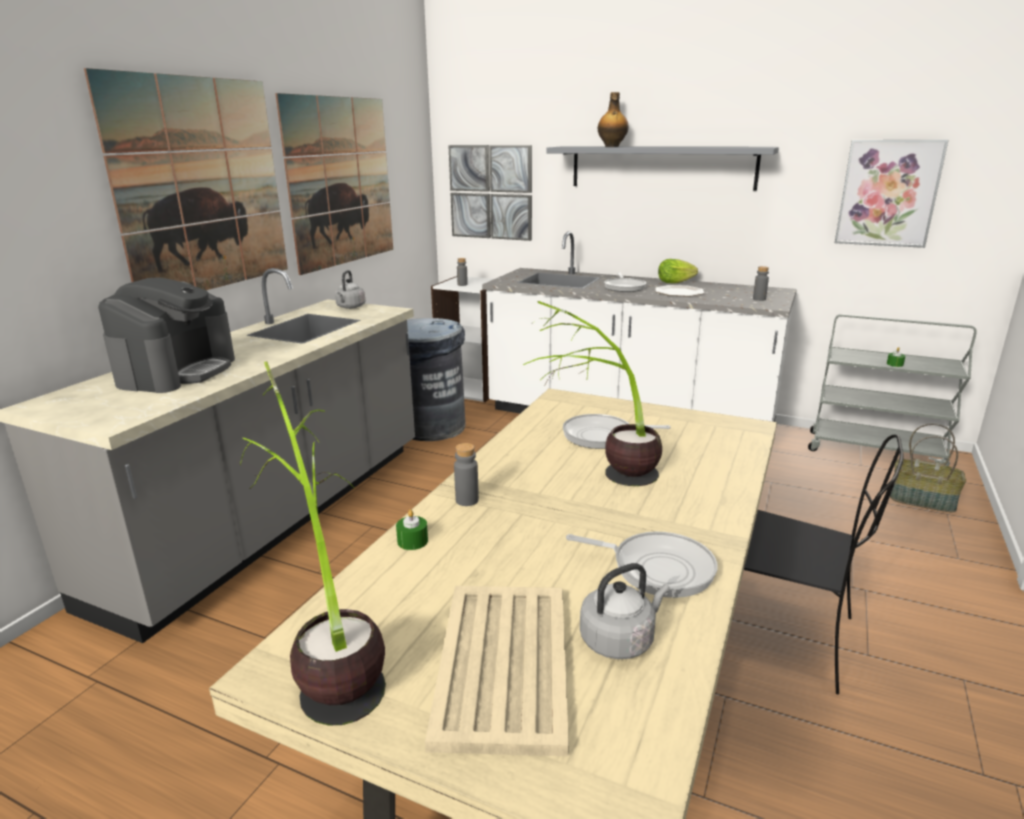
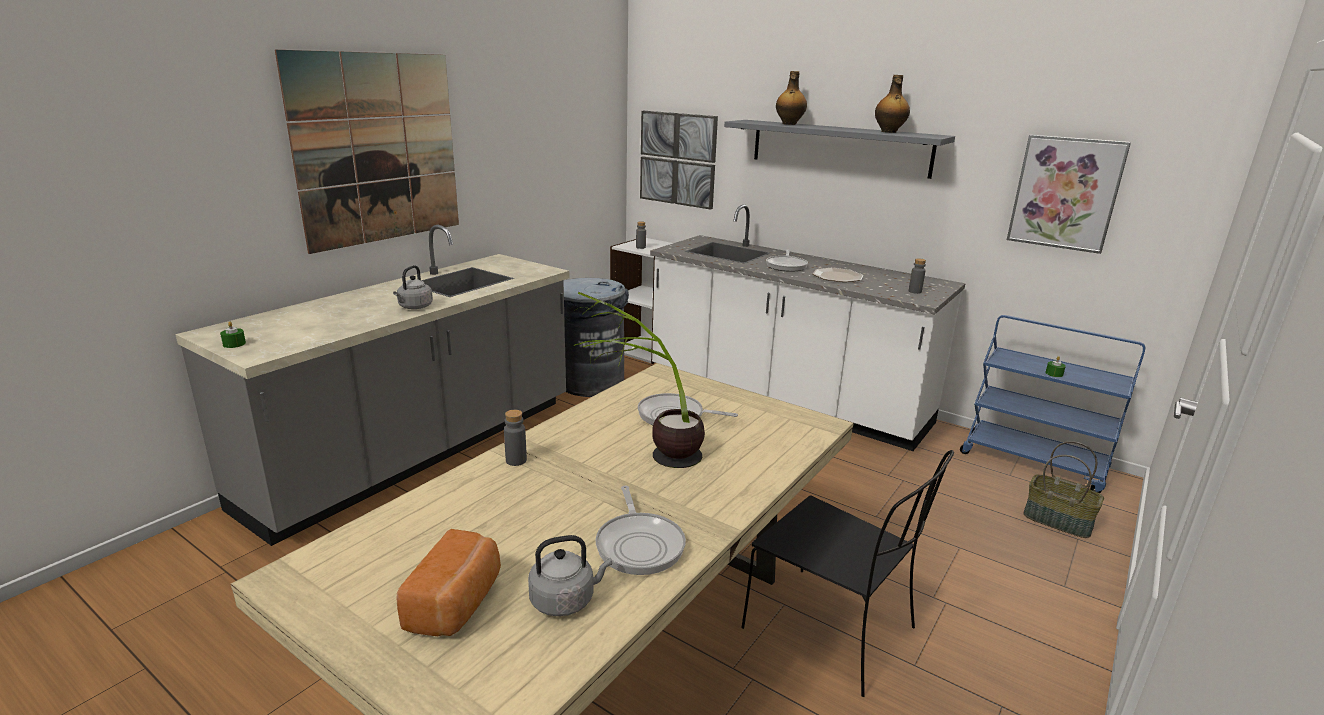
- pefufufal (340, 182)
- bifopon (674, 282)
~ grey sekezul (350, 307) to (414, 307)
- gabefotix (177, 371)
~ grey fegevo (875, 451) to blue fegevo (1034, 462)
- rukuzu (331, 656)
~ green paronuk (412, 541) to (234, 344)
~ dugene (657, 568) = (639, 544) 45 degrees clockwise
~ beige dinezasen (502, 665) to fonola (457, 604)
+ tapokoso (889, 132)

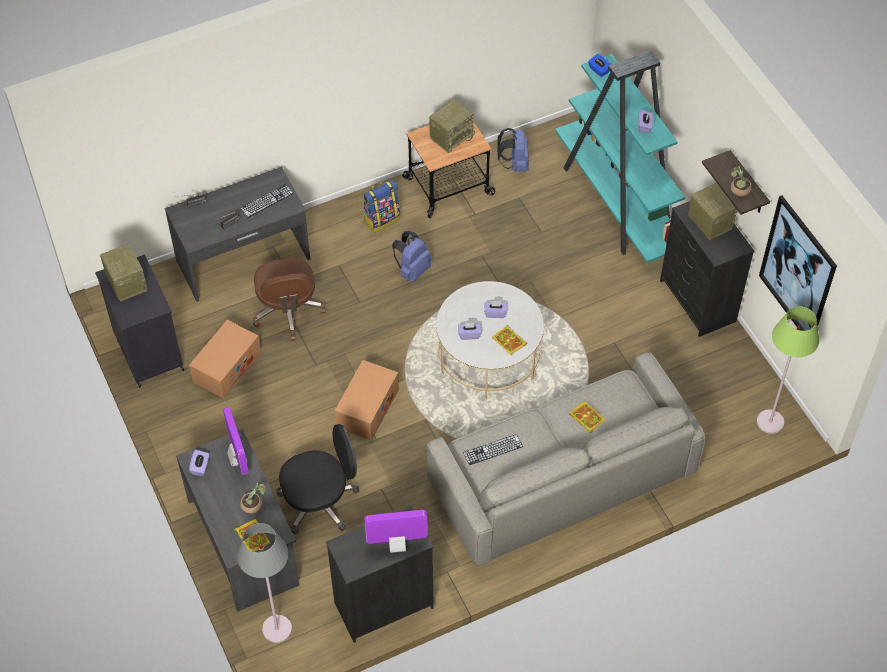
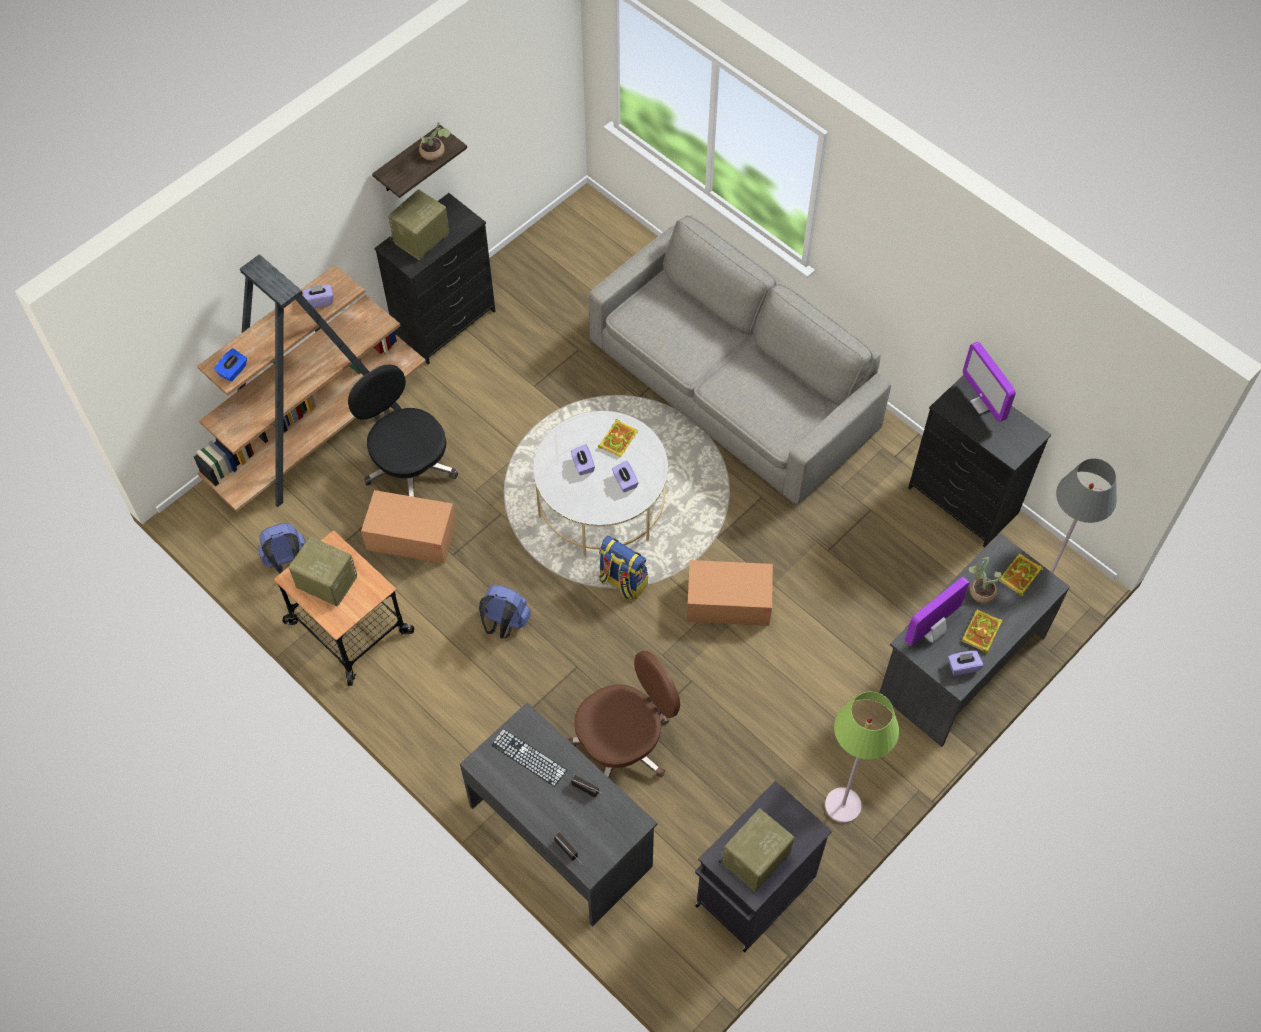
~ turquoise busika (618, 203) to brown busika (319, 434)
~ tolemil (381, 219) to (622, 582)
- pefufufal (797, 270)
~ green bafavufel (770, 422) to (842, 806)
~ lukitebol (227, 367) to (411, 536)
~ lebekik (586, 417) to (981, 633)
~ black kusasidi (320, 502) to (409, 466)
- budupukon (493, 449)

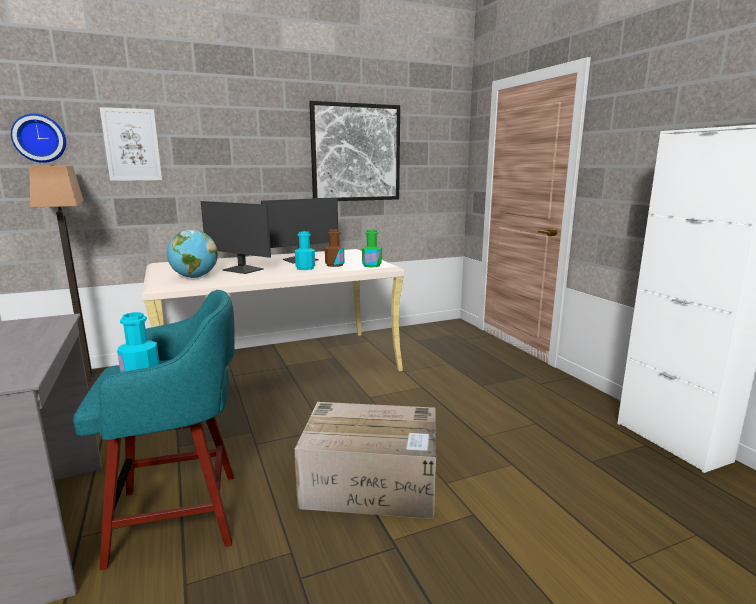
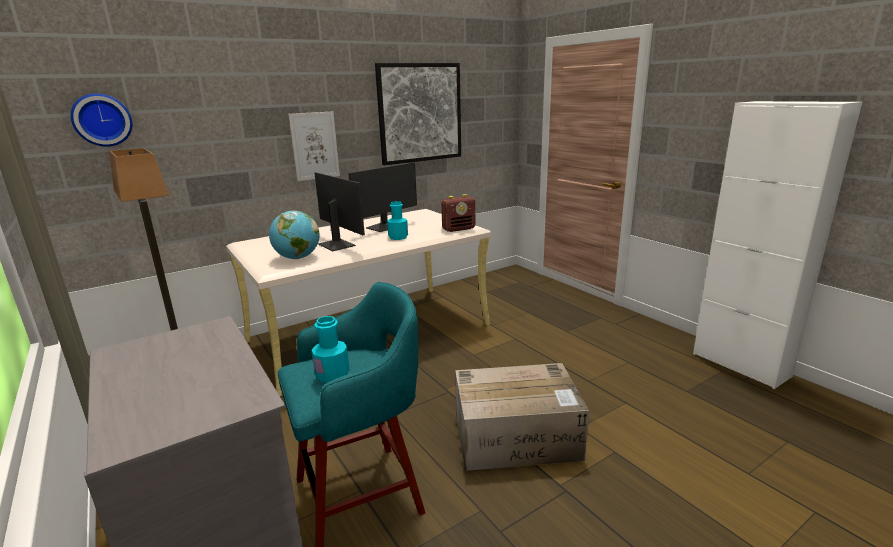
~ pefufufal (132, 145) to (314, 146)
~ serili (242, 270) = (337, 244) 150 degrees counterclockwise
- brown tapokoso (334, 265)
~ green tapokoso (371, 265) to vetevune (459, 229)

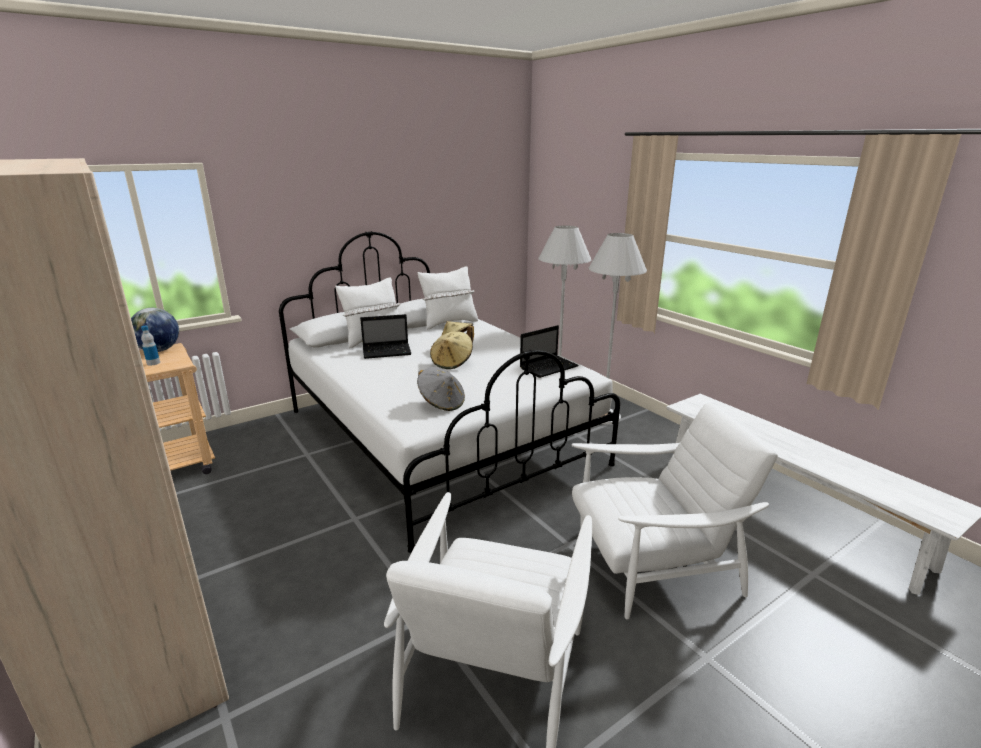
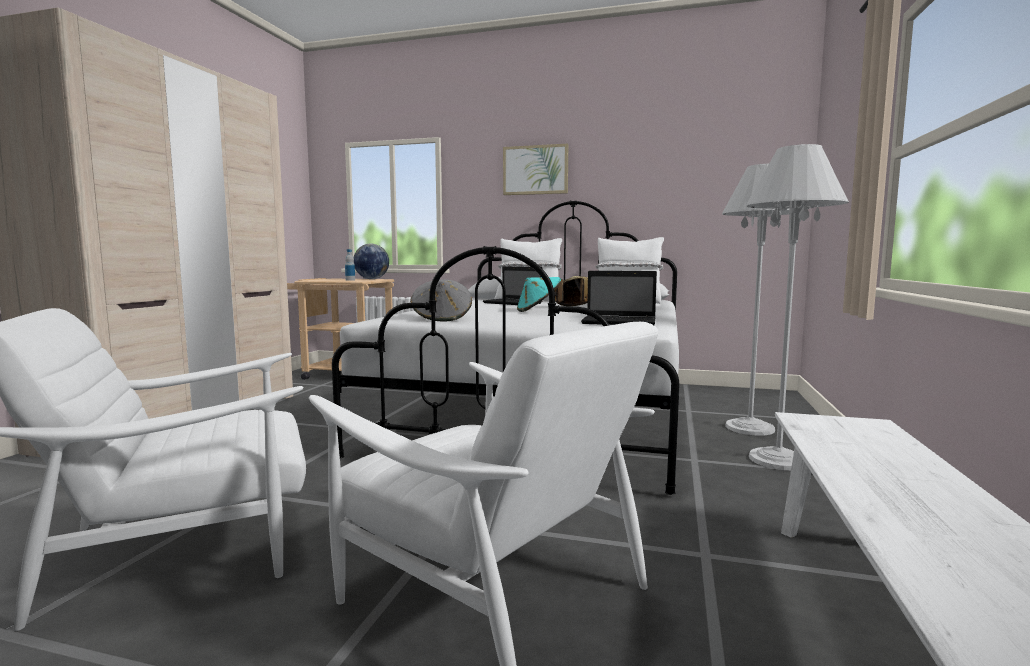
~ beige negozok (452, 362) to turquoise negozok (539, 311)
+ pefufufal (535, 170)

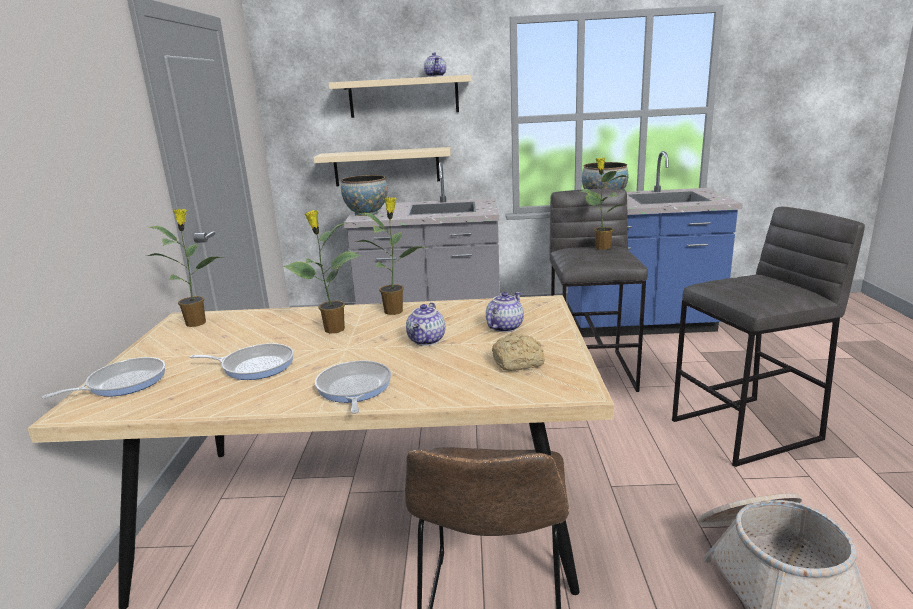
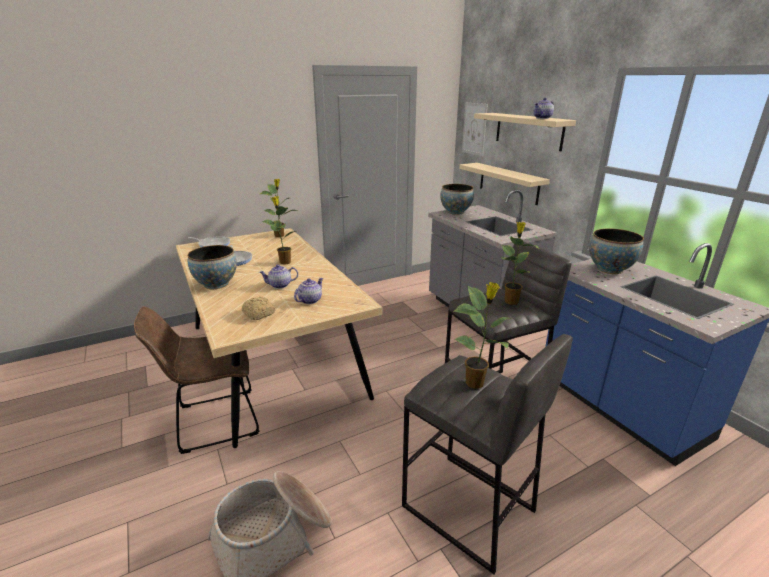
~ rukuzu (395, 311) to (476, 383)
~ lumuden (504, 327) = (309, 300) 60 degrees counterclockwise
~ dugene (353, 389) to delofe (216, 284)
+ pefufufal (474, 129)

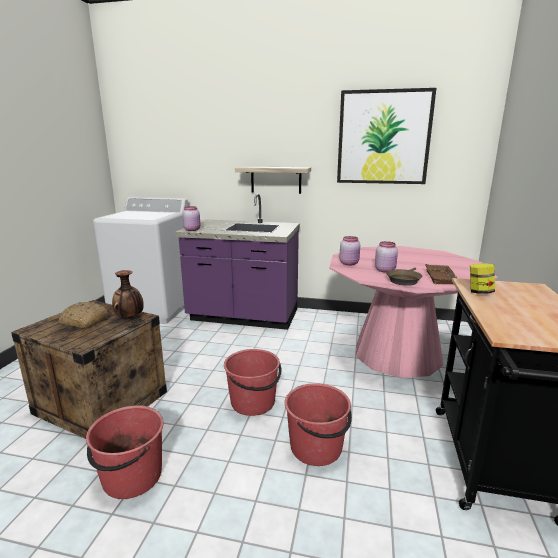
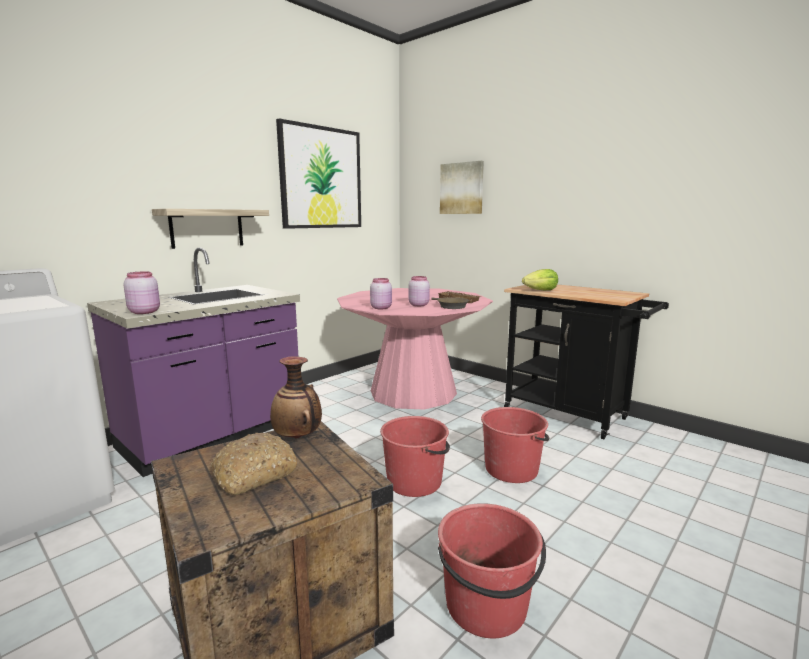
~ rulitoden (479, 292) to bifopon (540, 290)
+ pefufufal (462, 188)

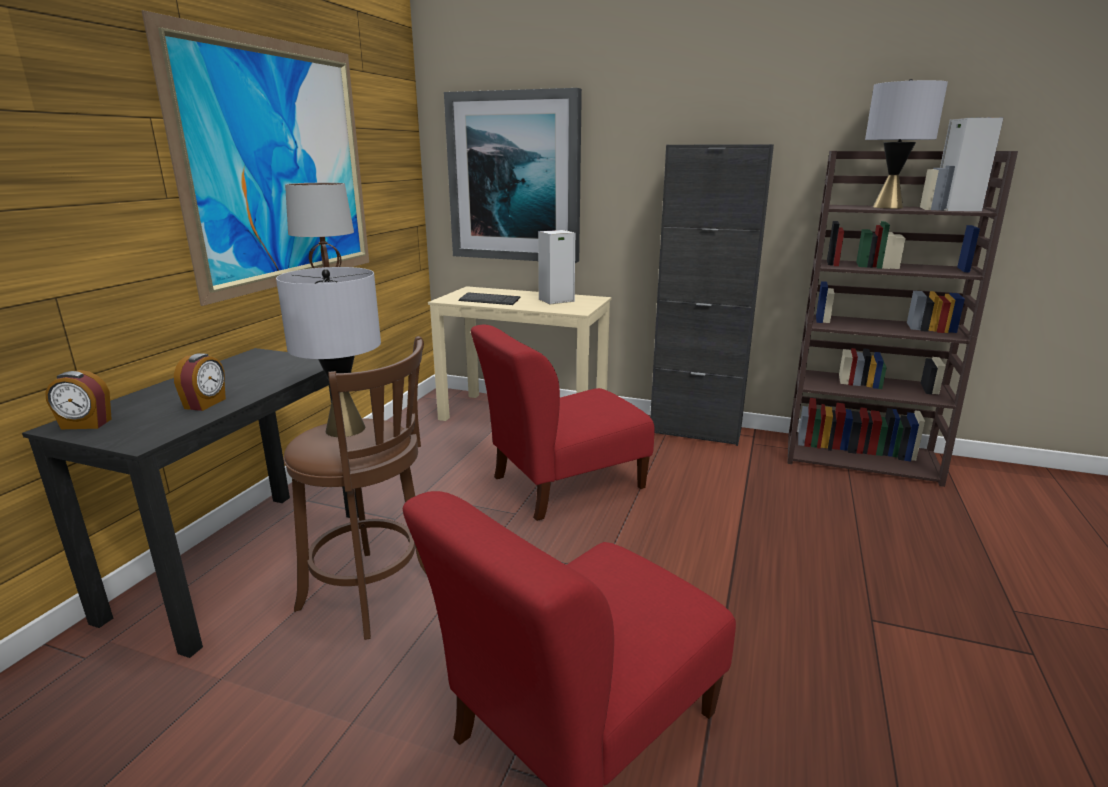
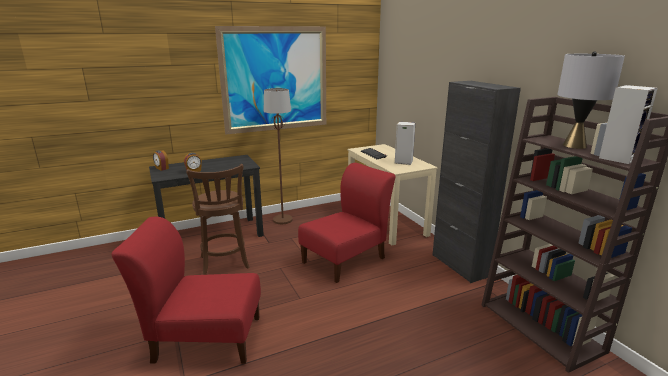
- pefufufal (515, 178)
- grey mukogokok (346, 429)
~ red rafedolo (562, 485) = (346, 259) 120 degrees clockwise

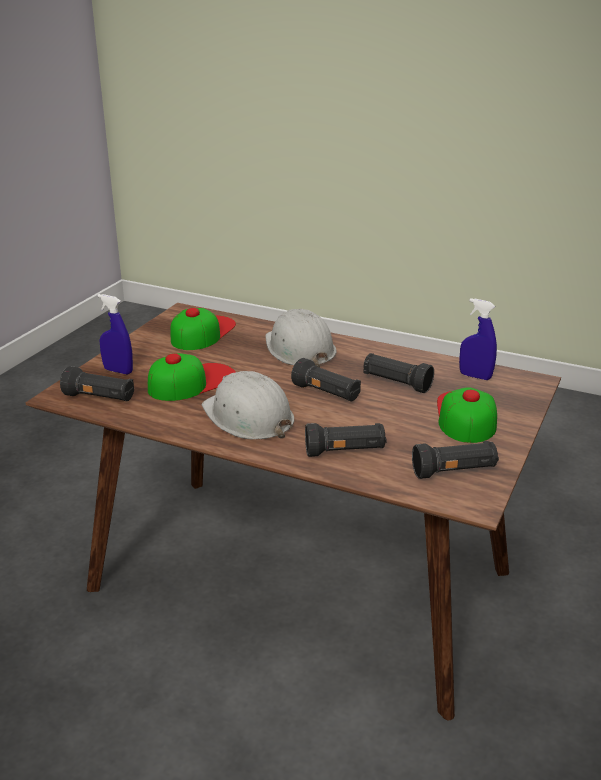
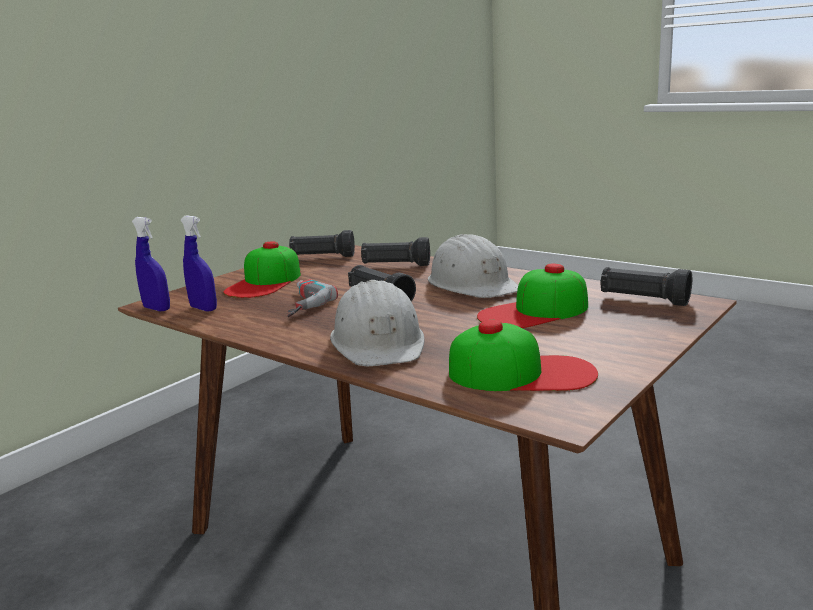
~ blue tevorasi (118, 371) to (157, 309)
~ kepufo (202, 332) = (522, 373) 120 degrees counterclockwise
~ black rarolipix (396, 383) to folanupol (296, 305)

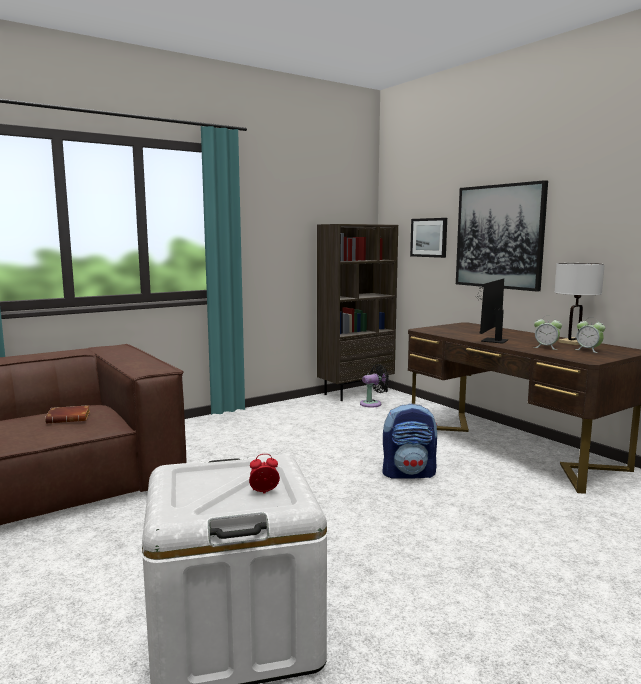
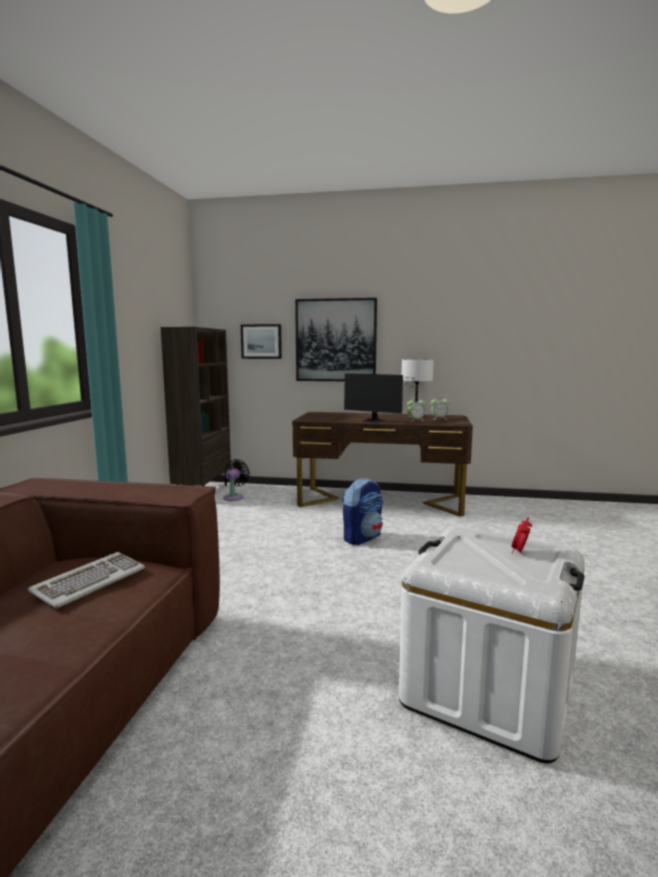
~ serili (492, 341) = (375, 421) 45 degrees counterclockwise
~ brown lebekik (70, 418) to budupukon (90, 582)

